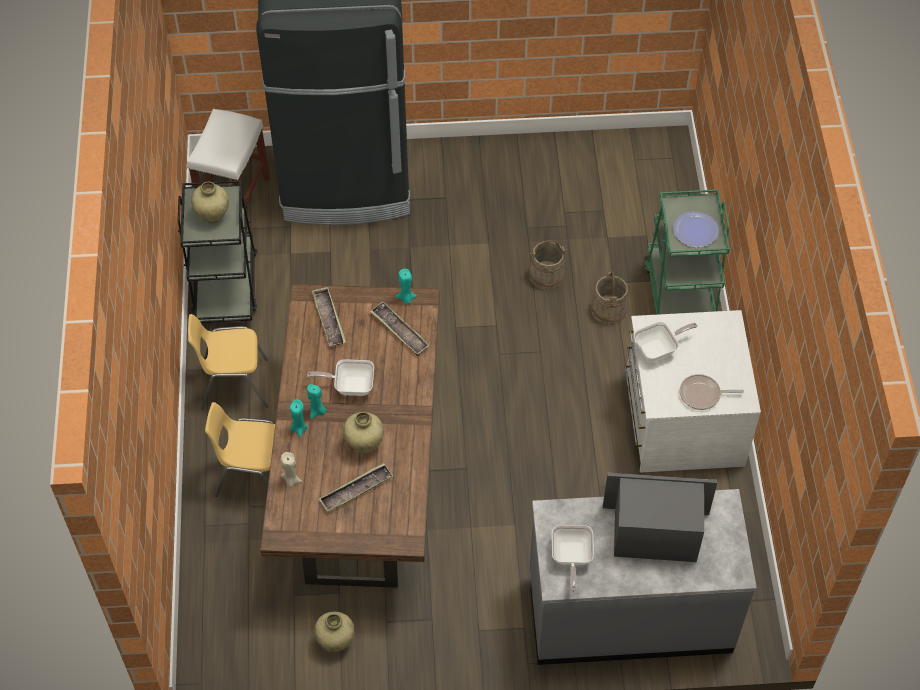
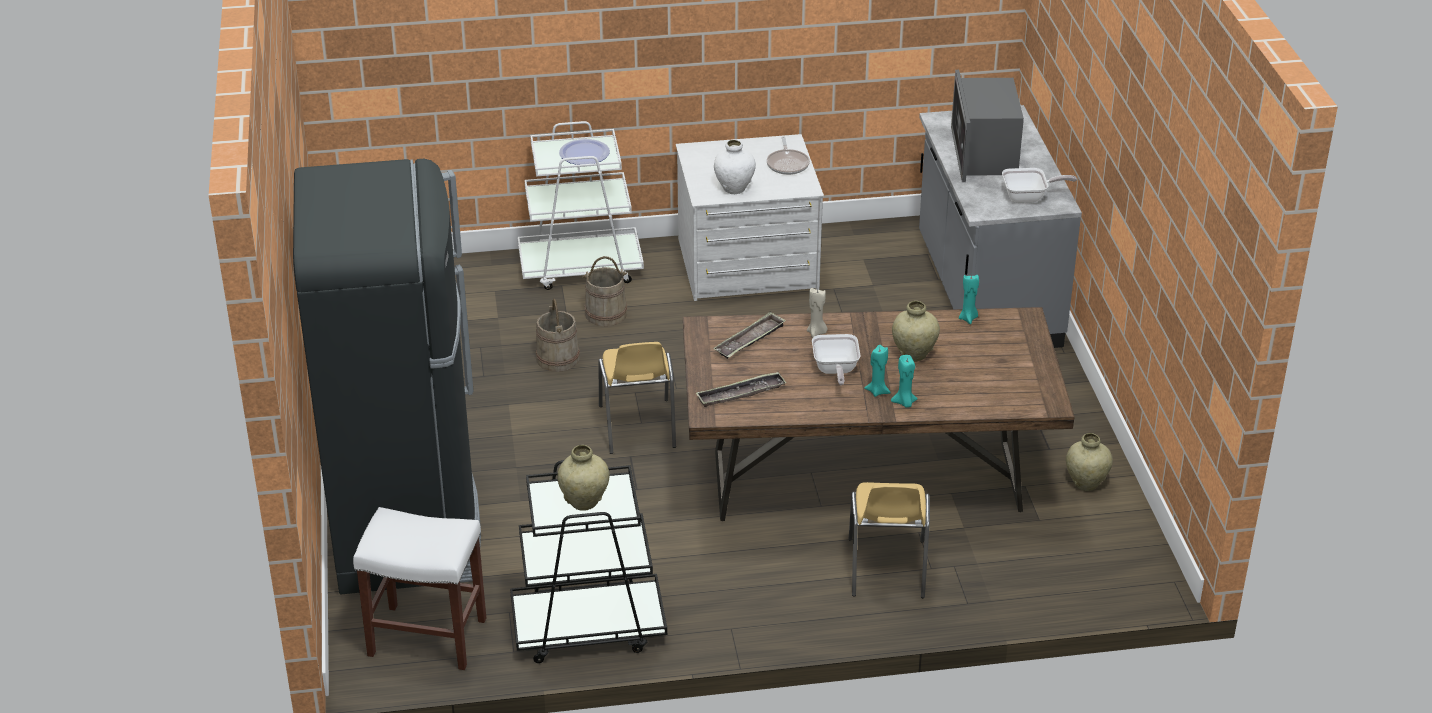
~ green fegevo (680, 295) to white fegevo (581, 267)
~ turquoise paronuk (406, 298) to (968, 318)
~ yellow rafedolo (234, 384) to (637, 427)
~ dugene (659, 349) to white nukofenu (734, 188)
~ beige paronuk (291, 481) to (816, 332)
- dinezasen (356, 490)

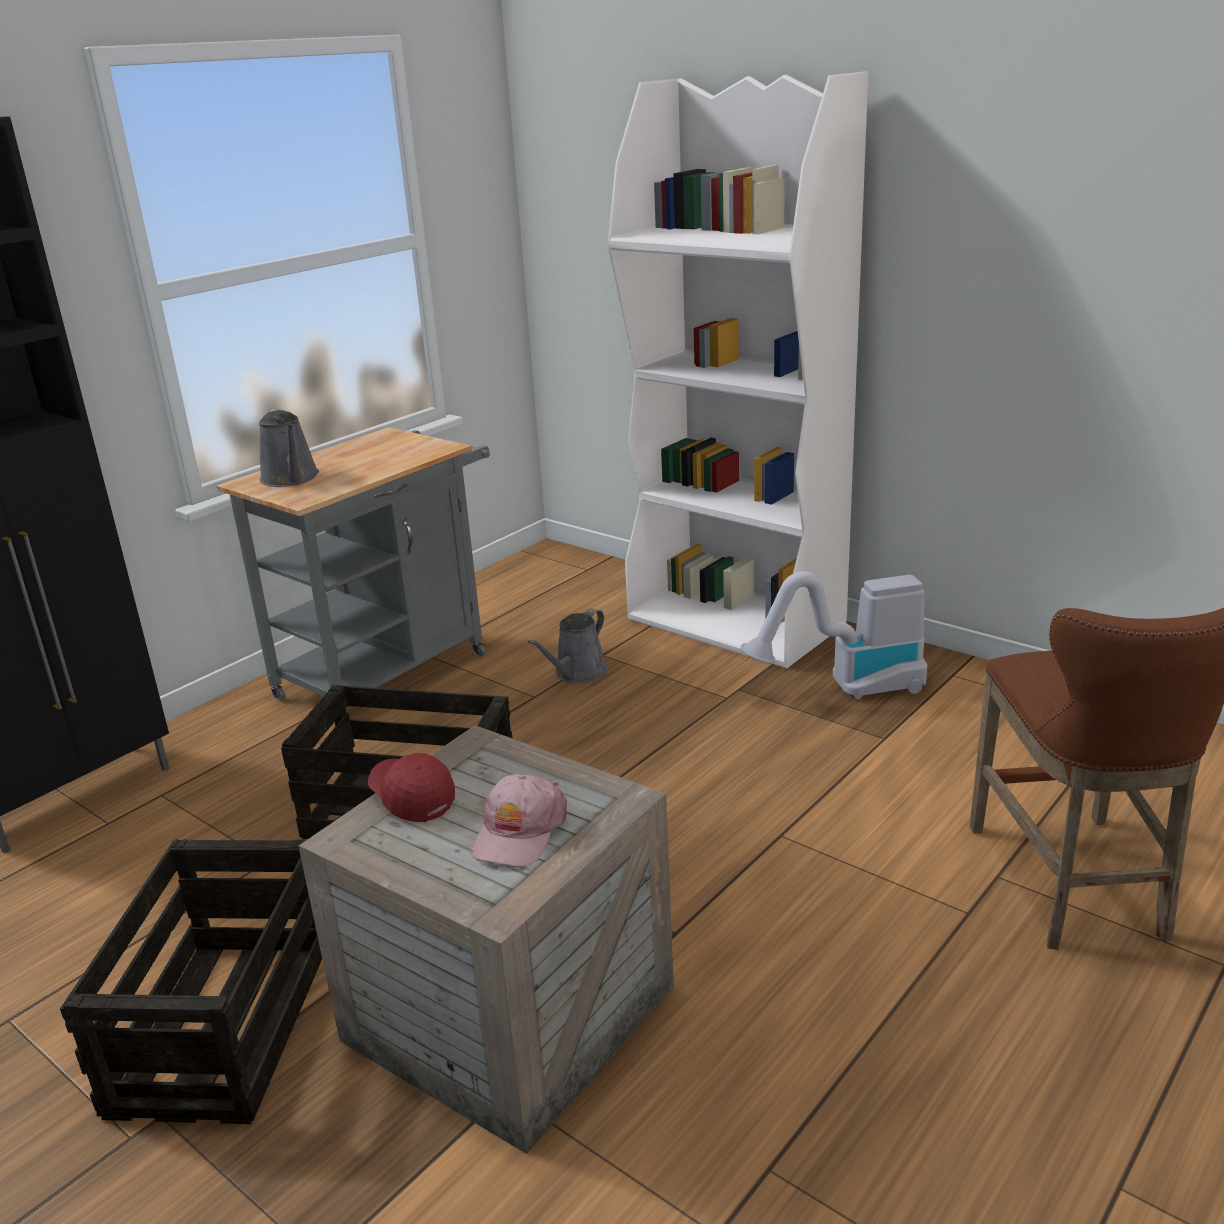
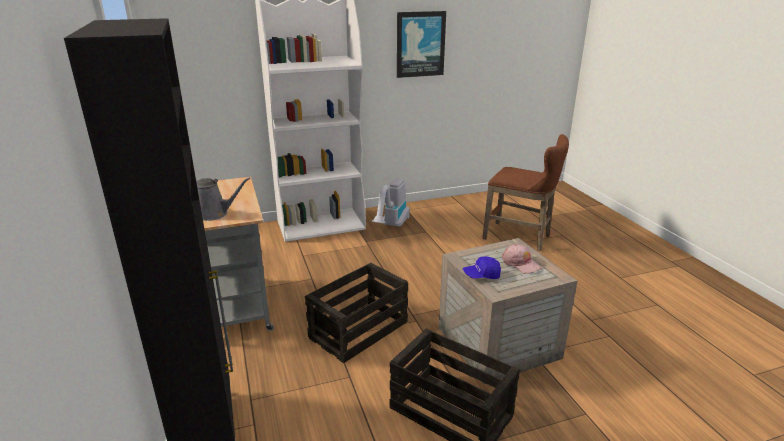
- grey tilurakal (577, 673)
~ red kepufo (412, 798) to blue kepufo (481, 275)
+ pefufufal (420, 44)

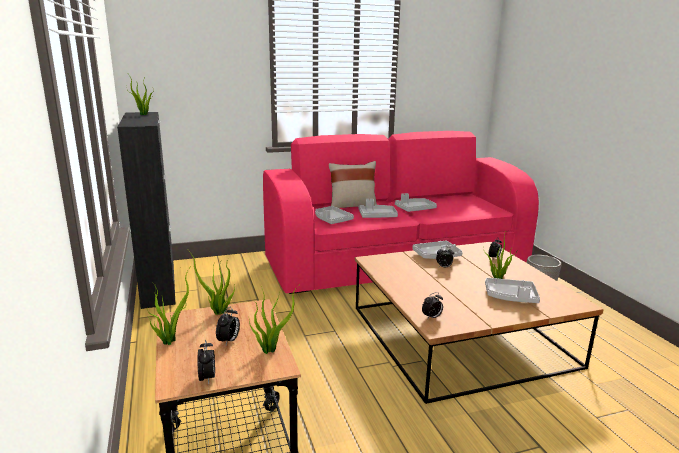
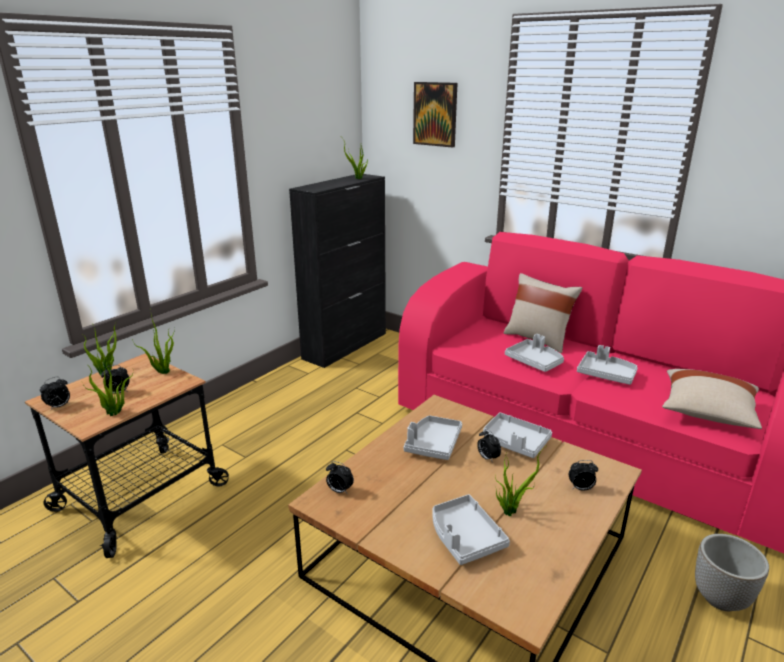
~ grey dinezasen (332, 220) to (433, 444)
+ pefufufal (435, 114)
+ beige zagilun (707, 412)

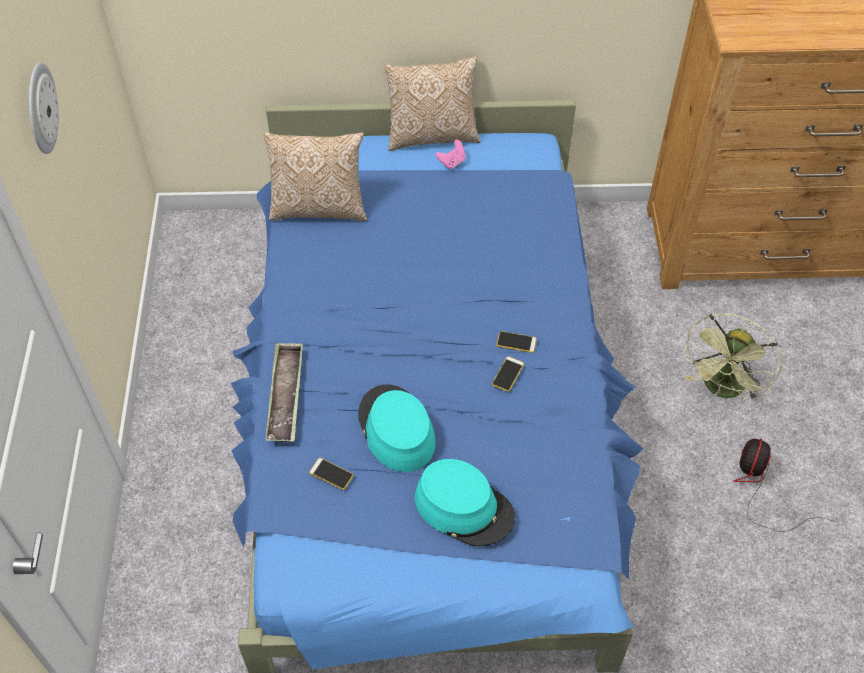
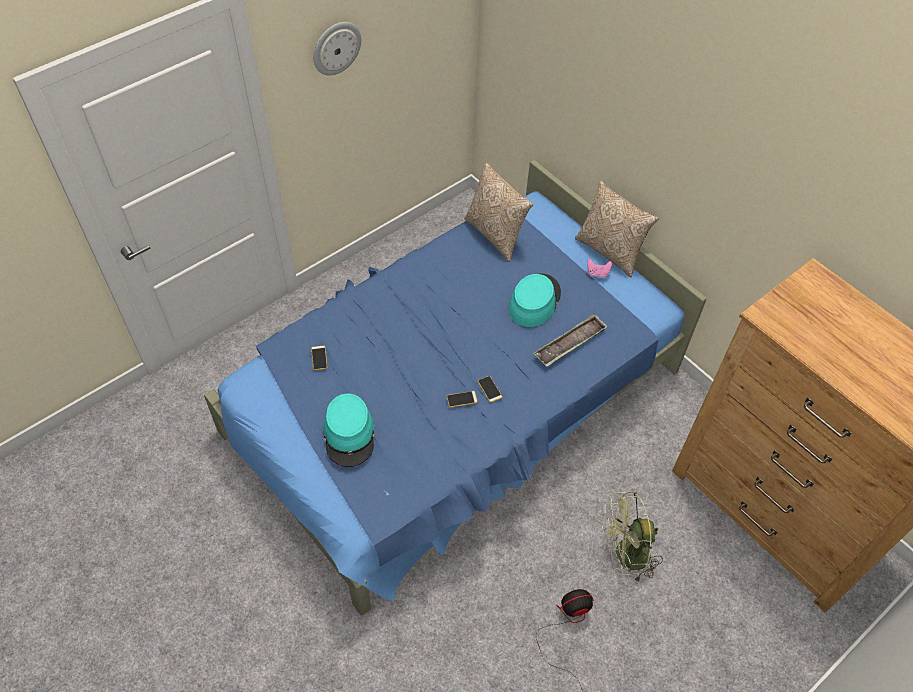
~ dinezasen (285, 395) to (570, 343)
~ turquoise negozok (396, 429) to (534, 301)

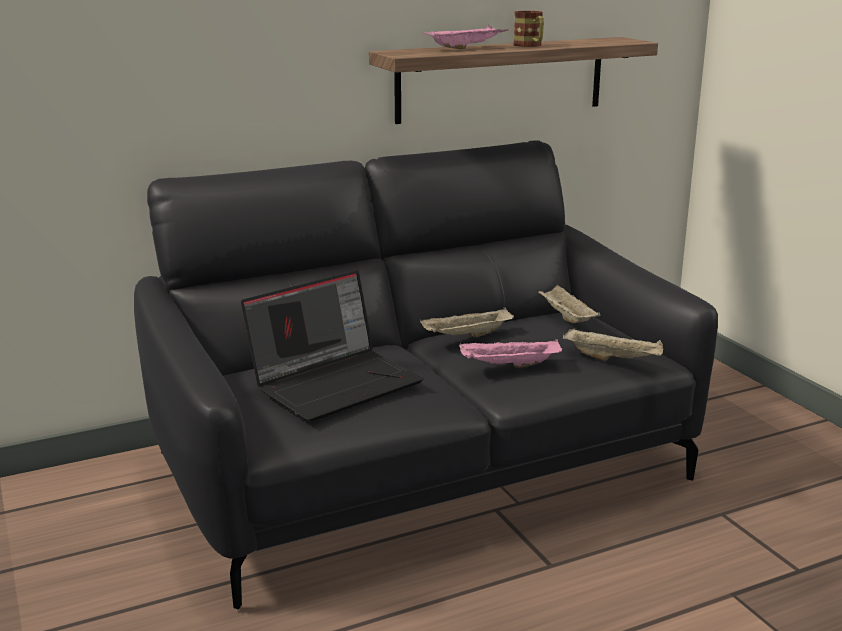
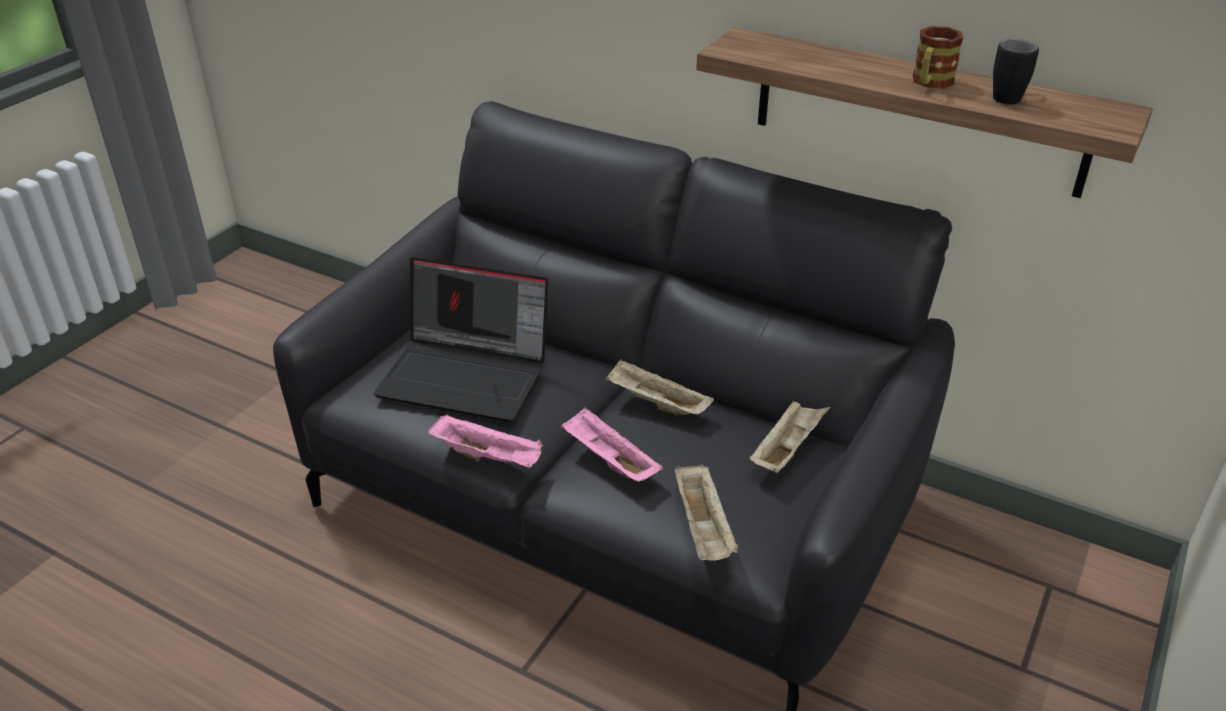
~ pink dinezasen (465, 48) to (489, 456)
+ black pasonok (1008, 95)

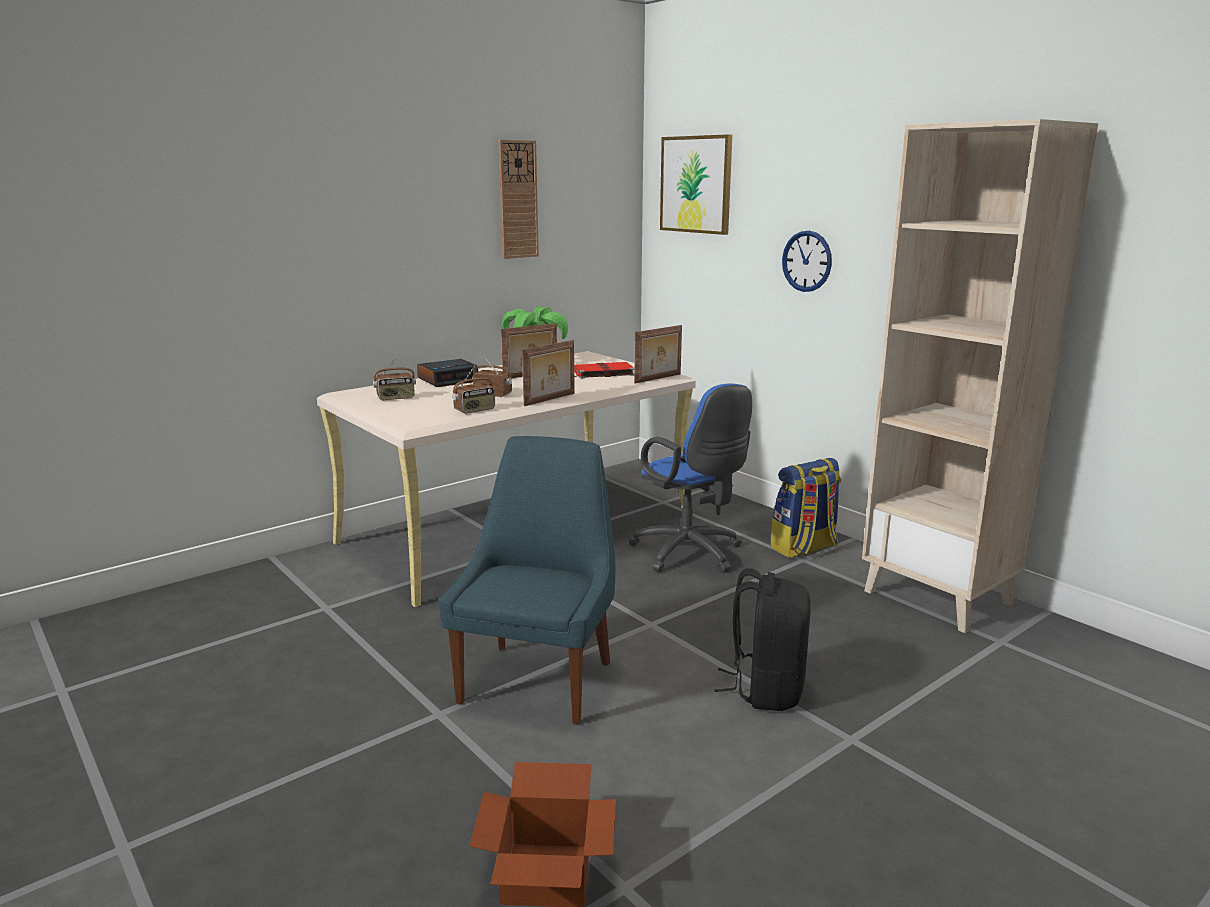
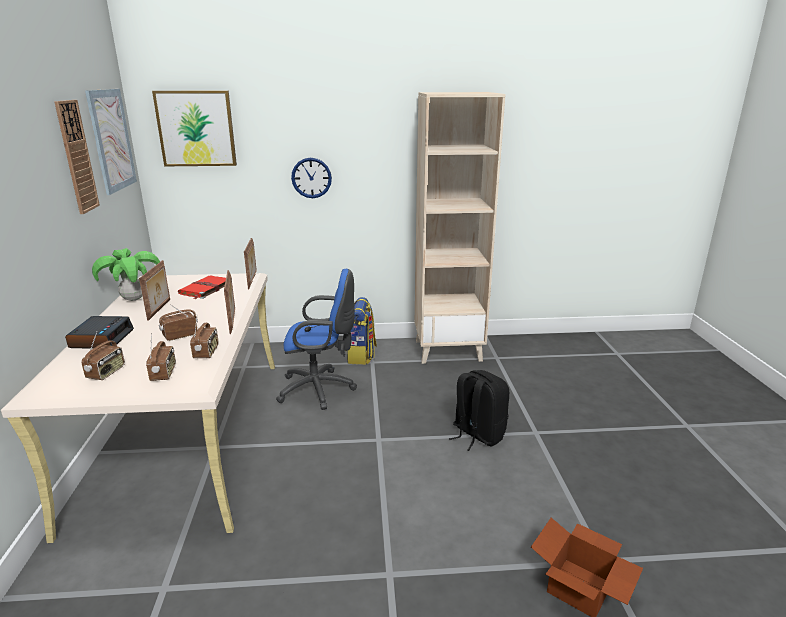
- blue rafedolo (539, 679)
+ pefufufal (111, 140)
+ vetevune (164, 373)

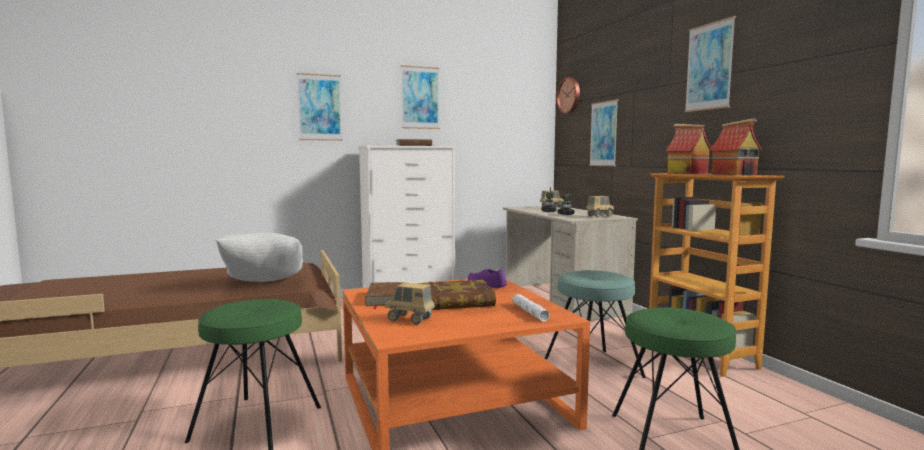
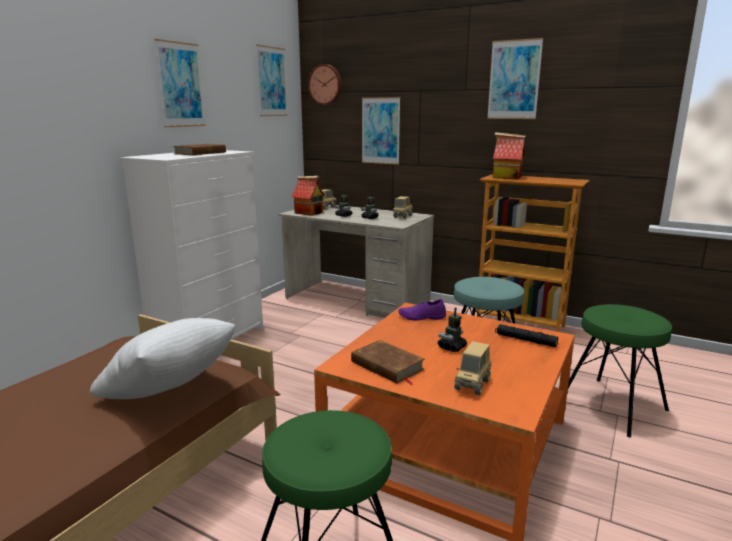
~ pefufufal (319, 107) to (272, 82)
~ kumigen (735, 174) to (309, 213)
~ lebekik (456, 302) to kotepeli (452, 347)
~ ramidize (410, 319) = (472, 385) 45 degrees counterclockwise
~ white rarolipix (529, 312) to black rarolipix (525, 340)

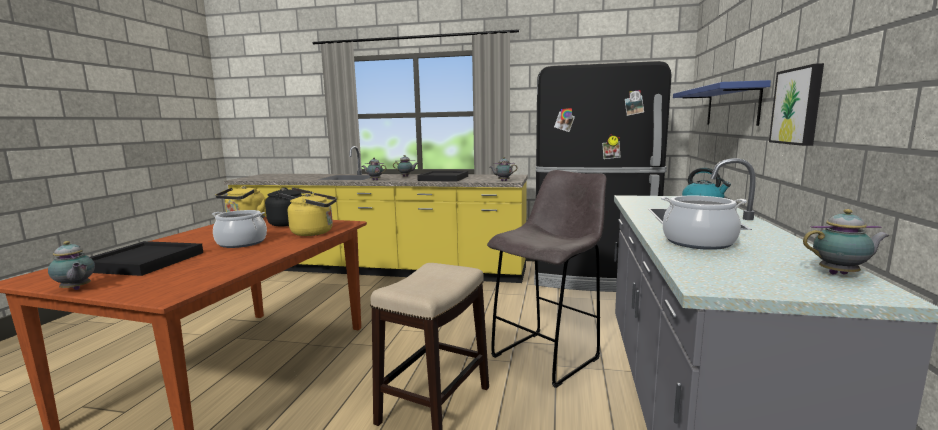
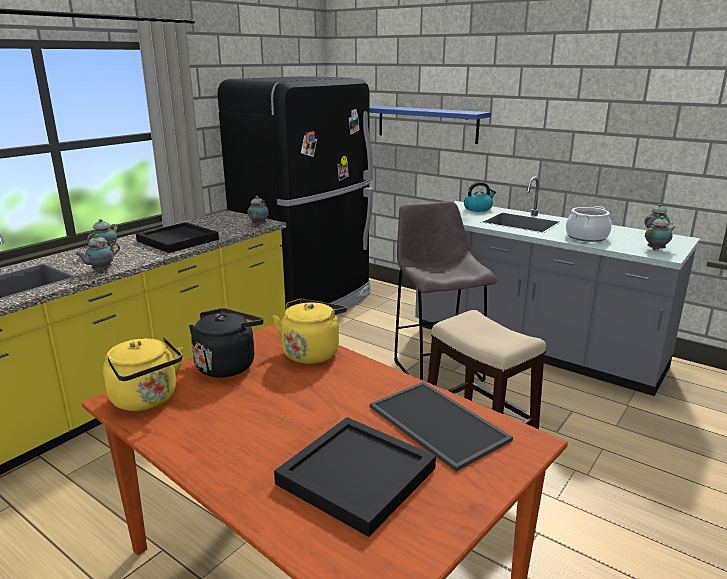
- pefufufal (798, 106)
- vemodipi (241, 243)
~ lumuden (76, 289) to (657, 249)
+ dinezasen (440, 423)

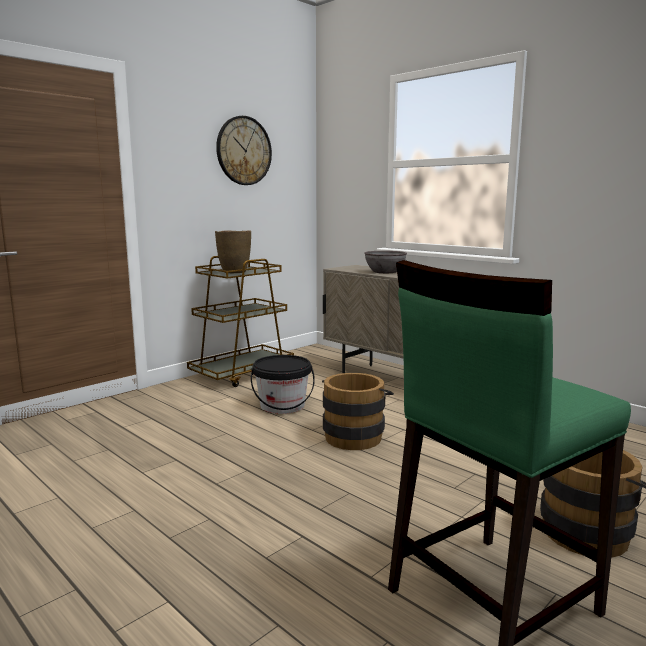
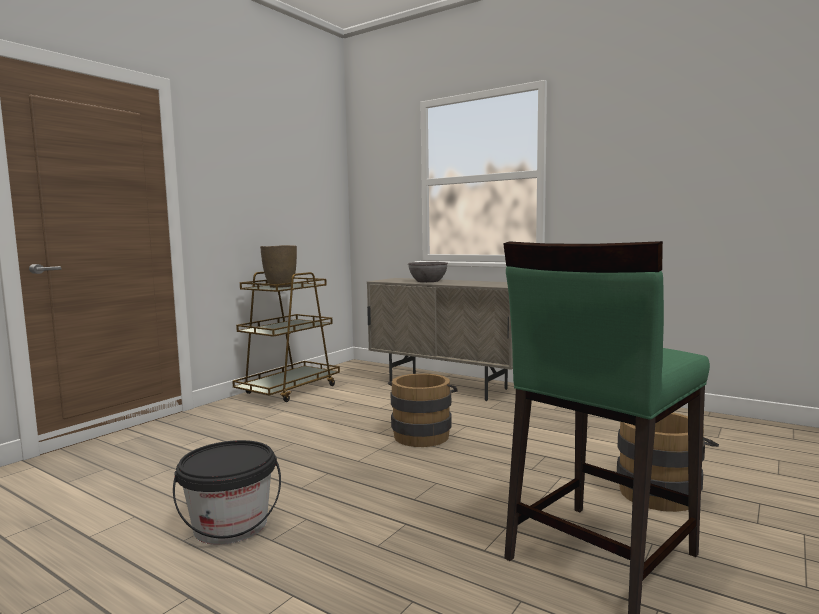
- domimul (244, 151)
~ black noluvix (282, 405) to (231, 526)

